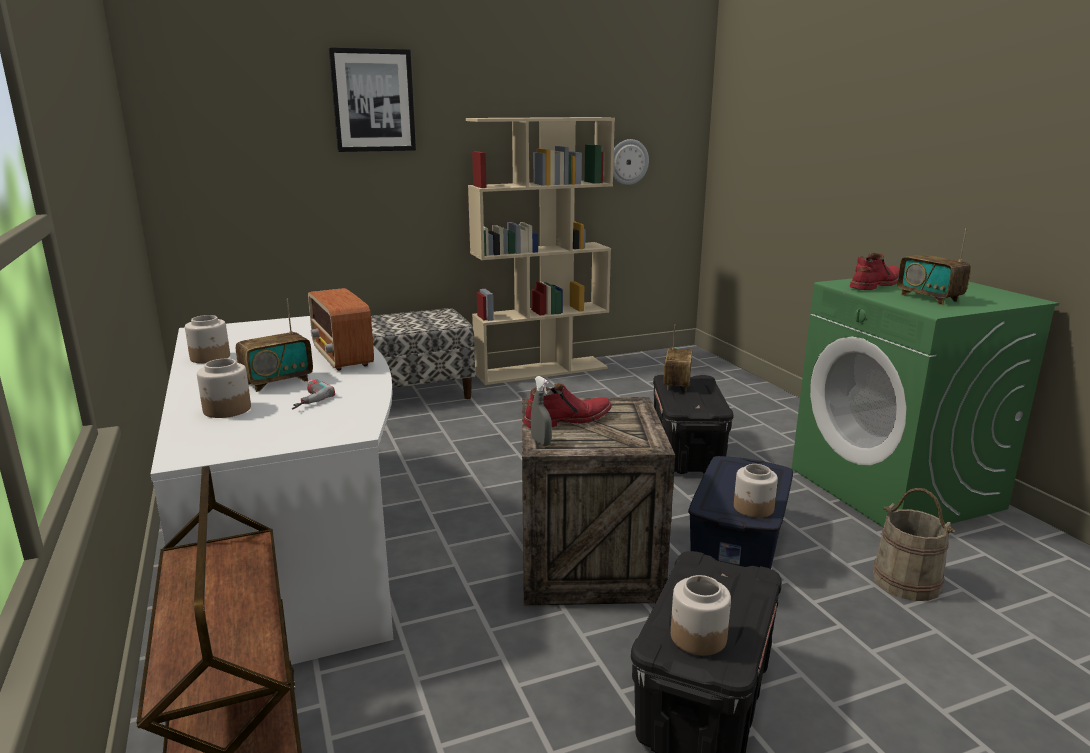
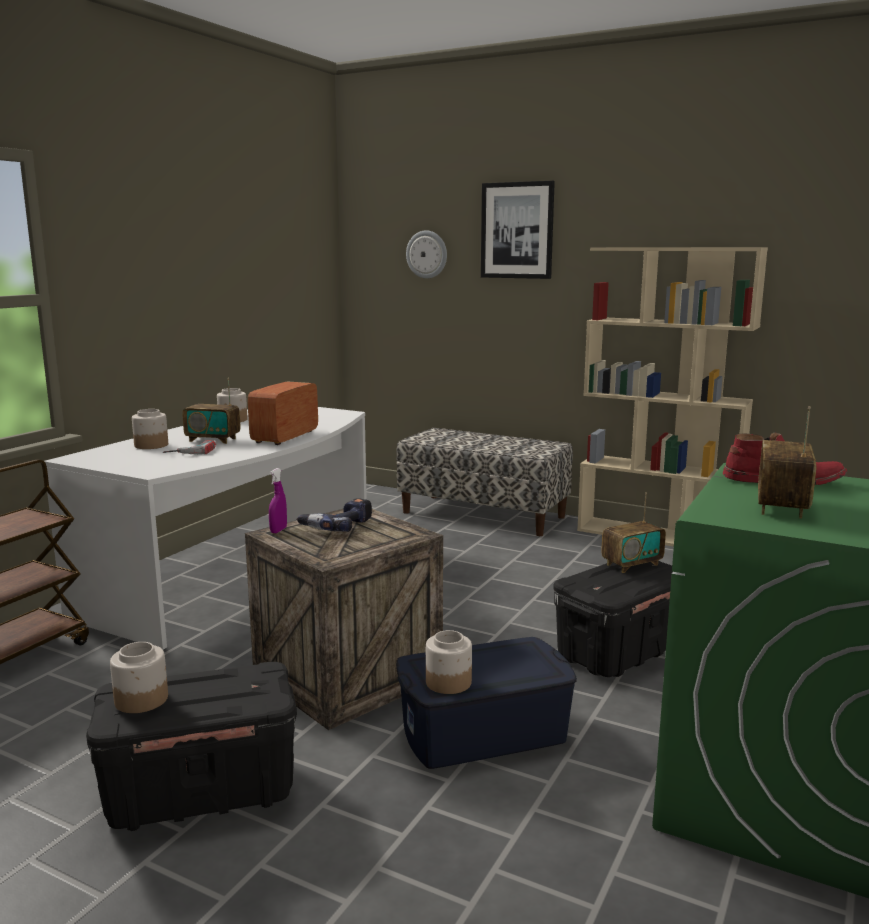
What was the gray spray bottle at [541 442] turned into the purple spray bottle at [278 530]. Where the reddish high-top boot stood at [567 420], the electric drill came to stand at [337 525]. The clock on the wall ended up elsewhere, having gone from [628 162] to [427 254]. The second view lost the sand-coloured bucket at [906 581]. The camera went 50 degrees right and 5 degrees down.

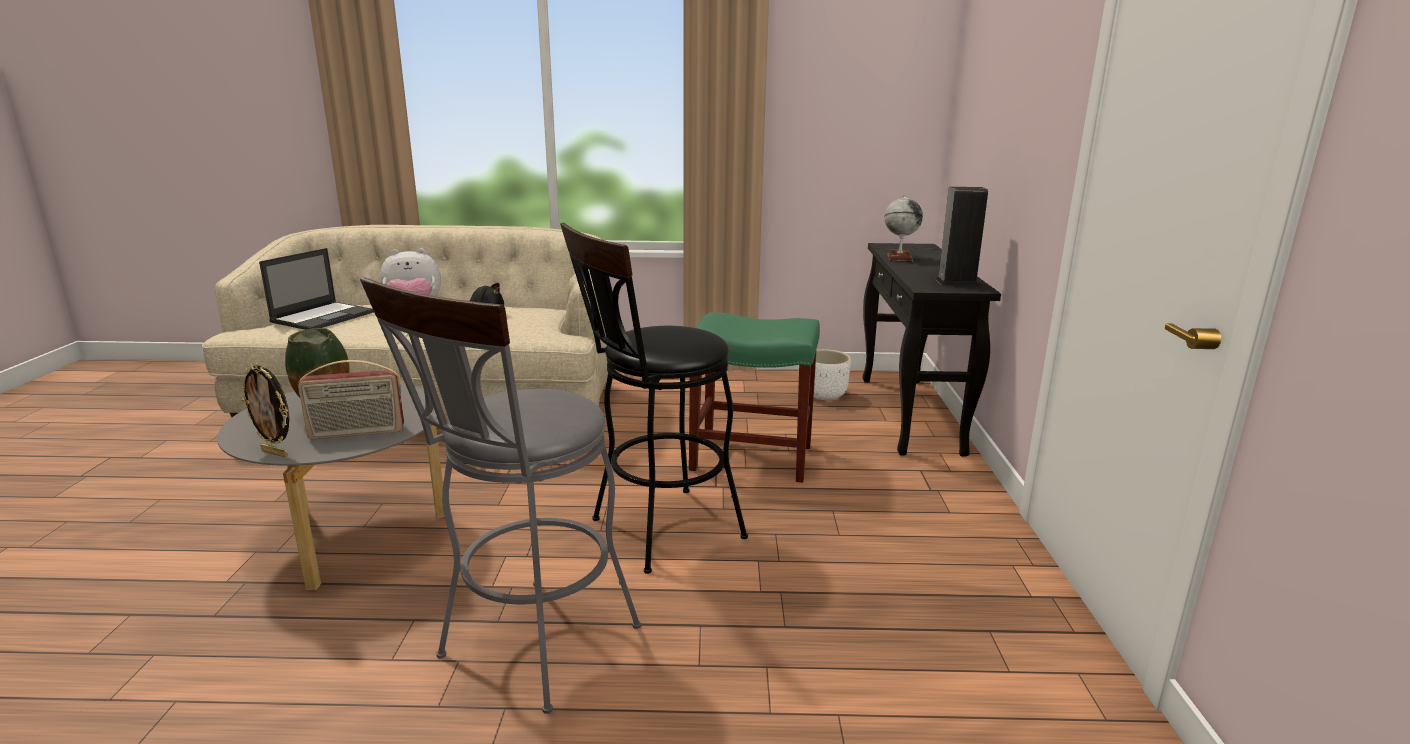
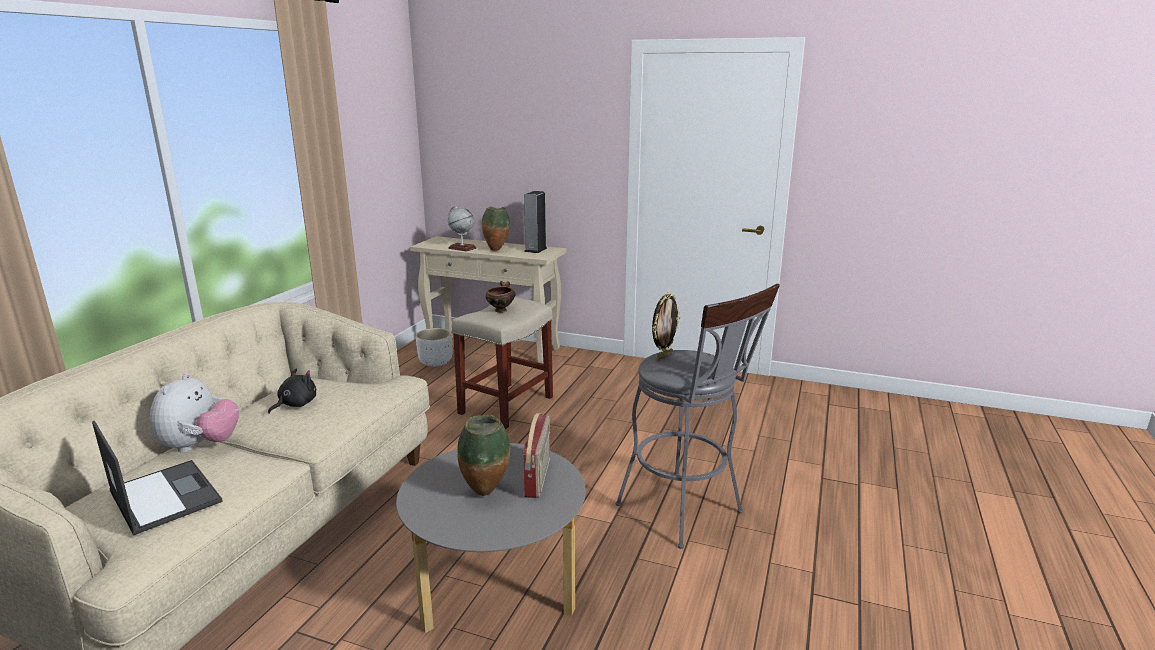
What was the blackish narrow table at [910 415] turned into the sand-coloured narrow table at [493 347]. What was the greenish stool at [753 457] turned into the sand-coloured stool at [507 404]. The second view gained the vase at [496 250]. The second view gained the bowl at [501 310]. The standing frame ended up elsewhere, having gone from [276 453] to [663 356]. The second view lost the blackish stool at [656 532]. The camera went 70 degrees left and 0 degrees up.

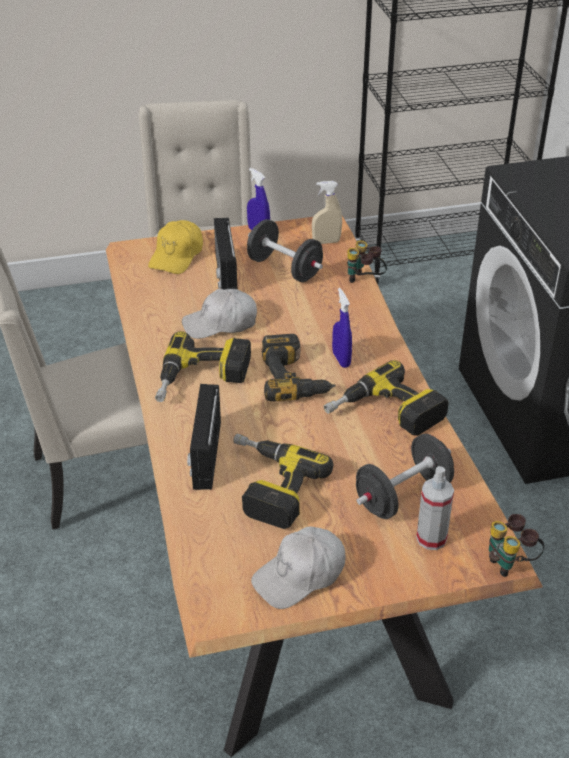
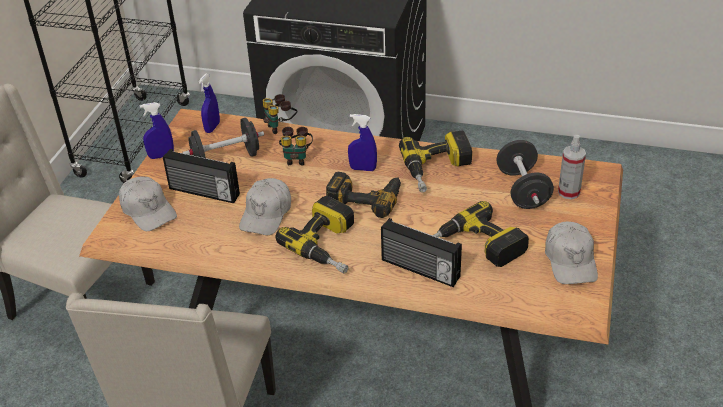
What was the yellowish cap at [177 256] turned into the whitish cap at [148 210]. What was the sand-coloured spray bottle at [326 242] turned into the blue-coloured spray bottle at [212 127]. The field glasses ended up elsewhere, having gone from [510 562] to [296 158]. The camera went 60 degrees left and 0 degrees up.

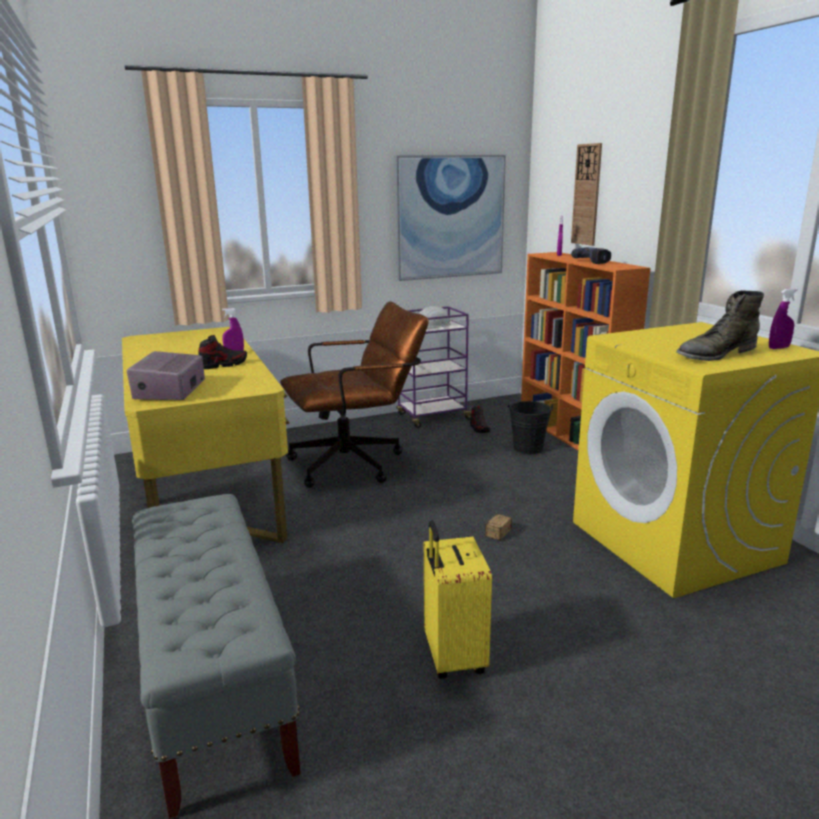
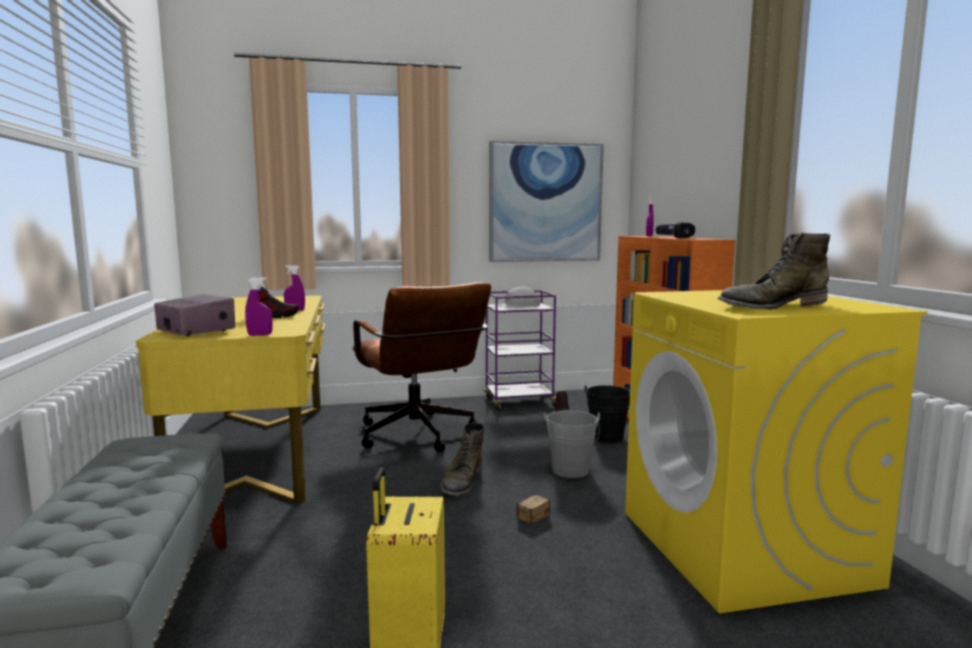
The radio receiver at [169 391] ended up facing another way, 120 degrees clockwise from before. The purple spray bottle ended up elsewhere, having gone from [778 348] to [260 335]. The brown computer chair at [357 463] ended up facing another way, 75 degrees clockwise from before. The second view gained the greenish high-top boot at [462 481]. The second view gained the gray bucket at [571 472]. The second view lost the clock on the wall at [587 195]. The camera went 10 degrees right and 10 degrees down.

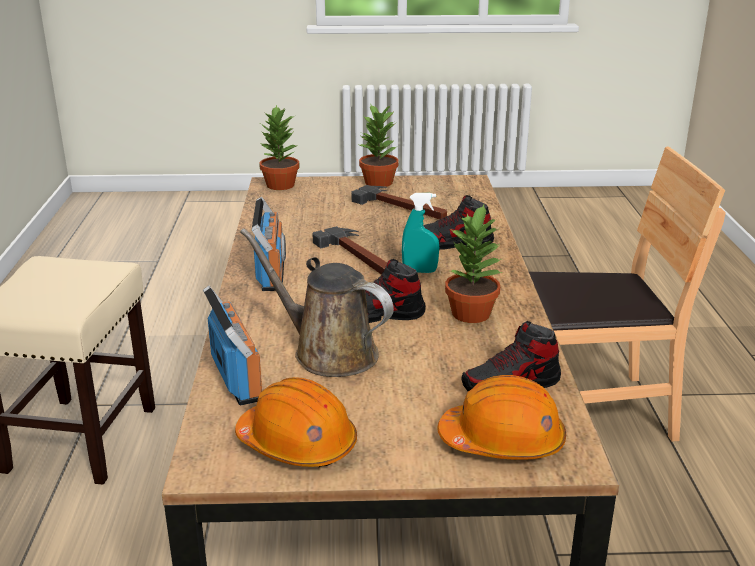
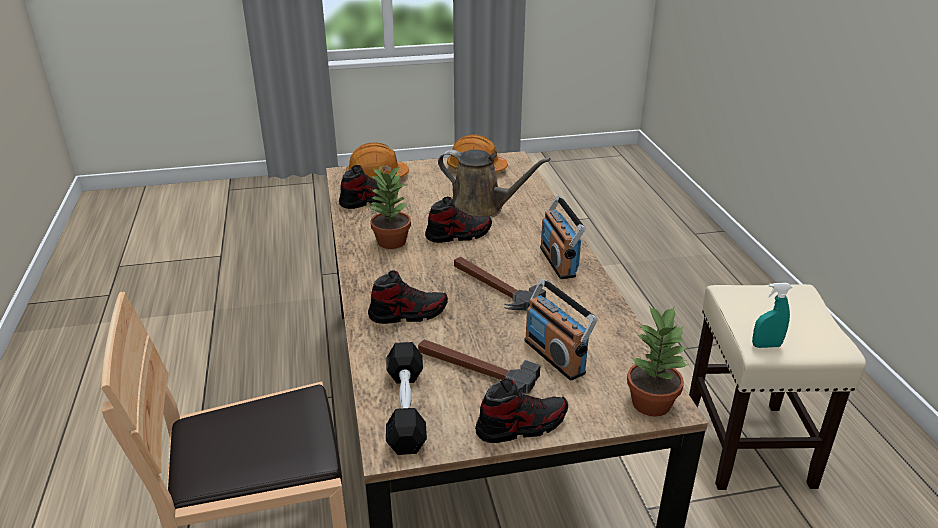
The second view gained the blackish hand weight at [406 408]. Where the houseplant stood at [379 183], the item of footwear came to stand at [521 426]. The radio receiver ended up elsewhere, having gone from [237 379] to [555 356]. The blue-green spray bottle ended up elsewhere, having gone from [419 271] to [766 345]. The camera went 170 degrees right and 5 degrees up.

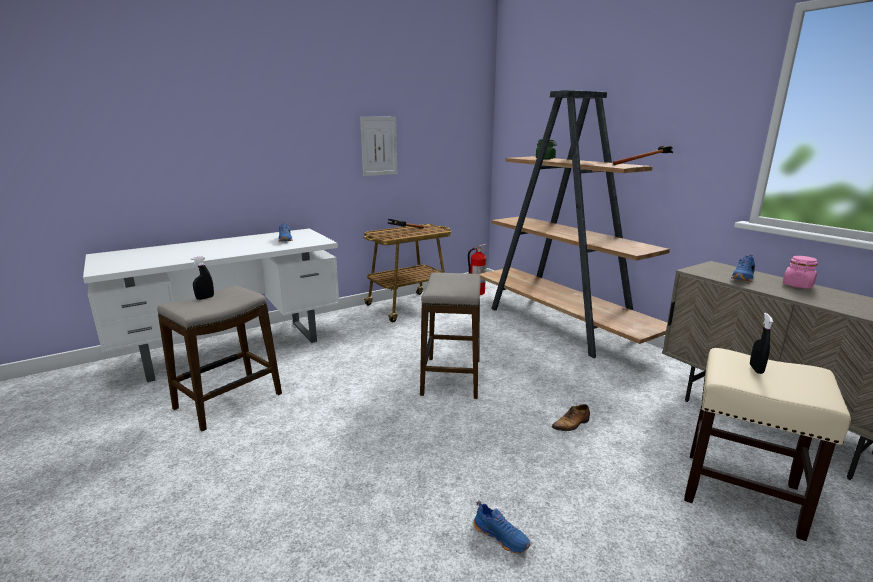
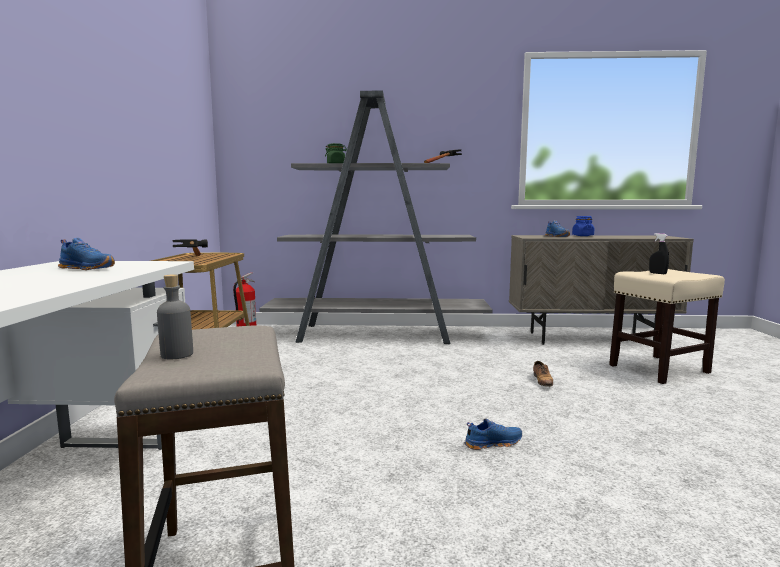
Where the blackish spray bottle stood at [205 298], the gray bottle came to stand at [177 354]. What was the brown shelving unit at [560 325] turned into the gray shelving unit at [377 334]. The blue-coloured item of footwear ended up elsewhere, having gone from [501 536] to [492 443]. What was the pink storage jar at [797 285] turned into the blue-coloured storage jar at [582 235]. The second view lost the wall art at [379 146]. The second view lost the stool at [451 377]. The camera went 55 degrees left and 10 degrees down.

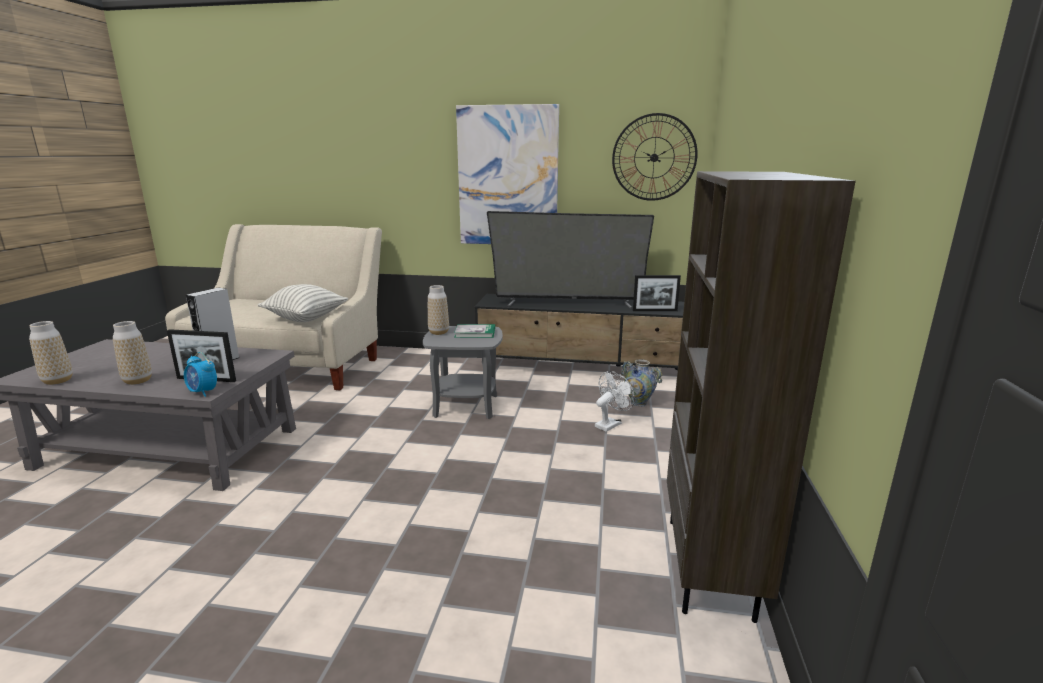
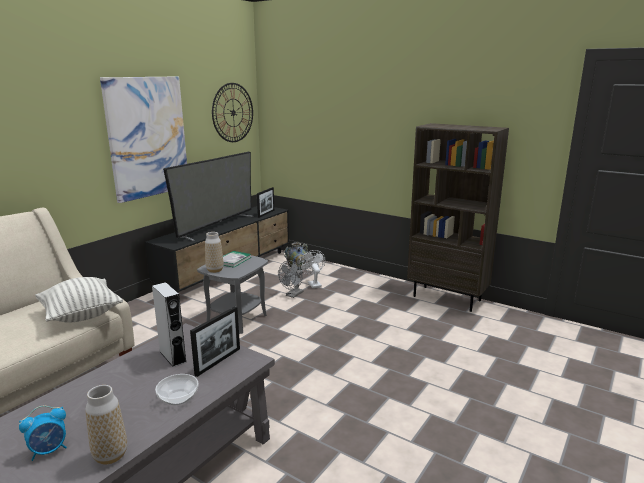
The table clock ended up elsewhere, having gone from [203 392] to [49 450]. Where the vase stood at [138 381], the bowl came to stand at [178 398]. The second view gained the gray cooling fan at [293 295]. The camera went 65 degrees left and 0 degrees up.

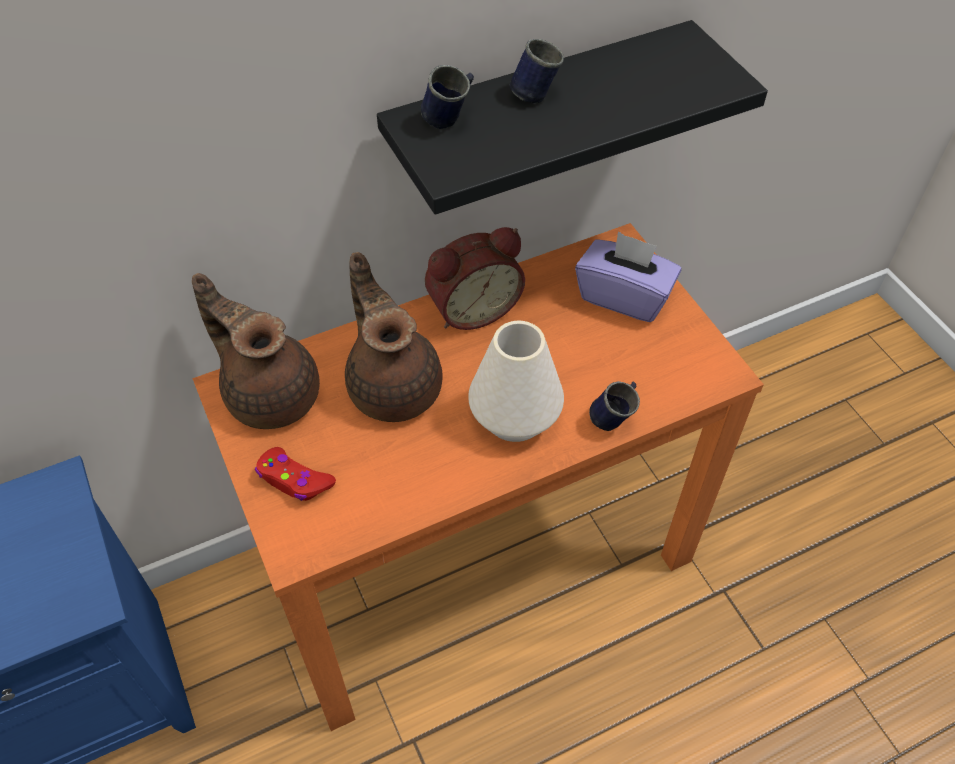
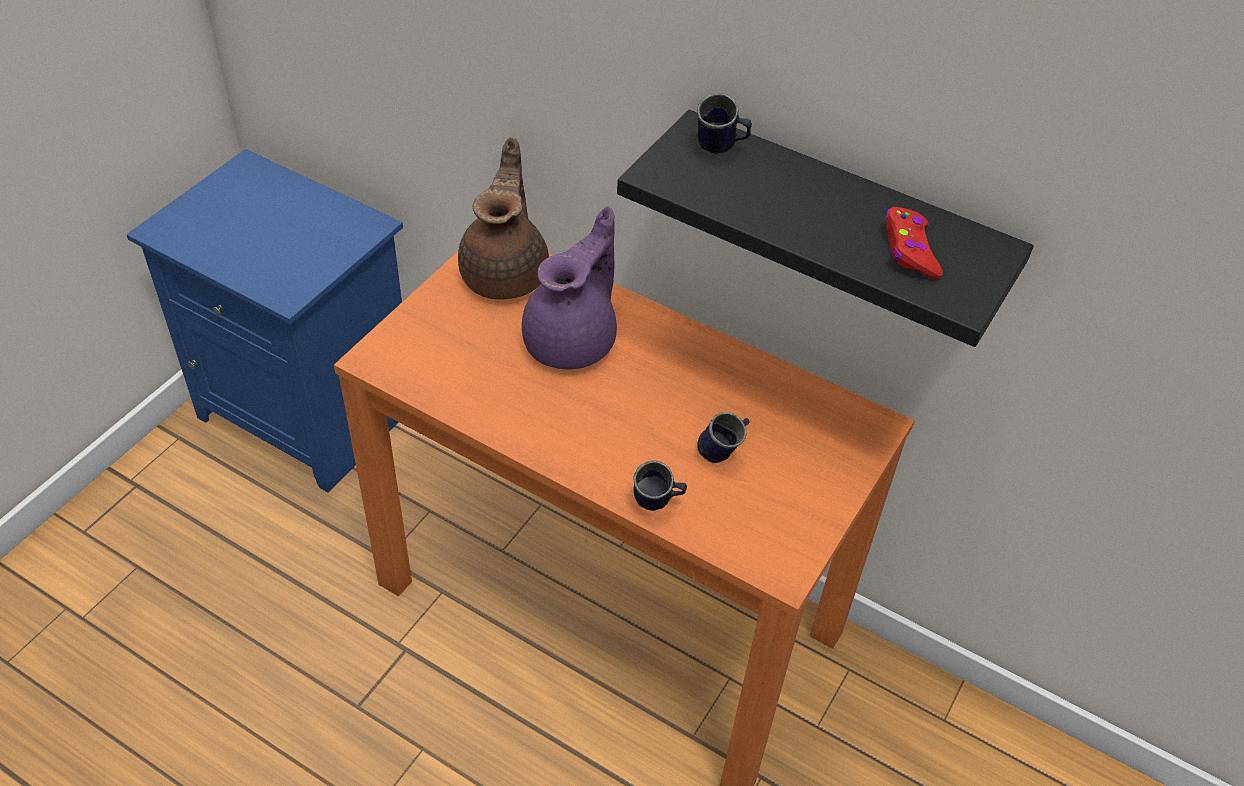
What was the brown tea pot at [394 385] turned into the purple tea pot at [573 341]. The blue-coloured tea mug ended up elsewhere, having gone from [534 91] to [723 452]. The reddish gamepad ended up elsewhere, having gone from [294 480] to [909 250]. The second view lost the table clock at [472 308]. The second view lost the whitish vase at [514 417]. The second view lost the purple box of tissues at [624 296]. The camera went 55 degrees right and 5 degrees down.

